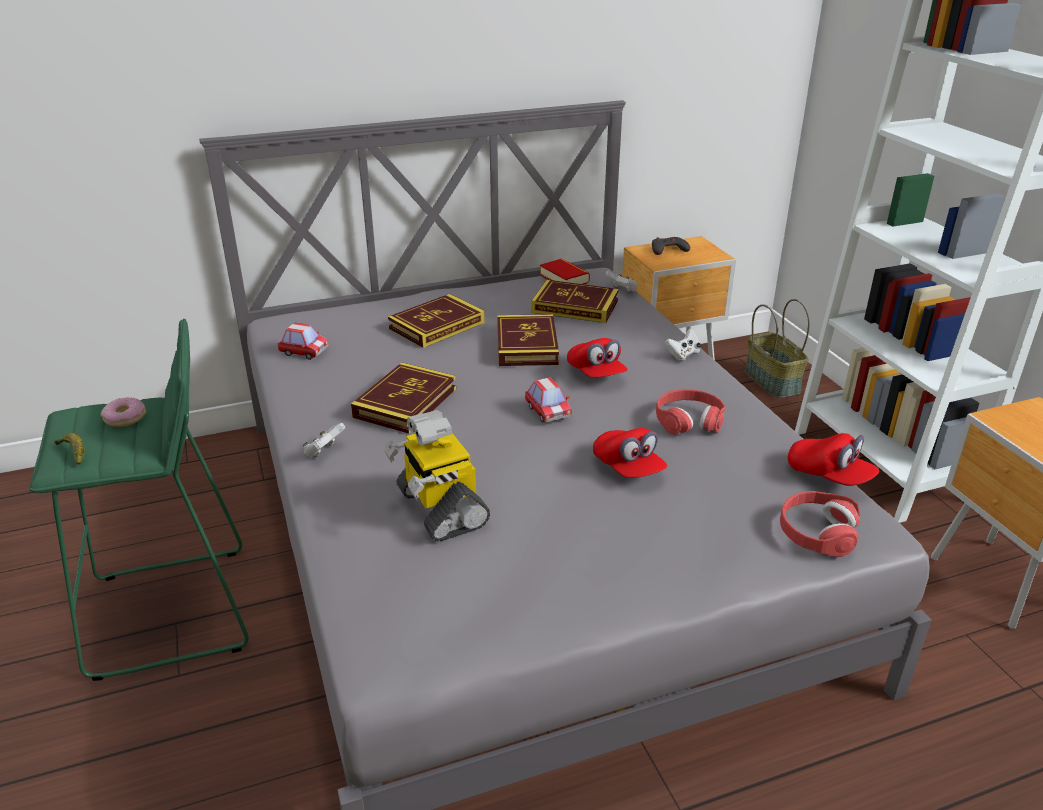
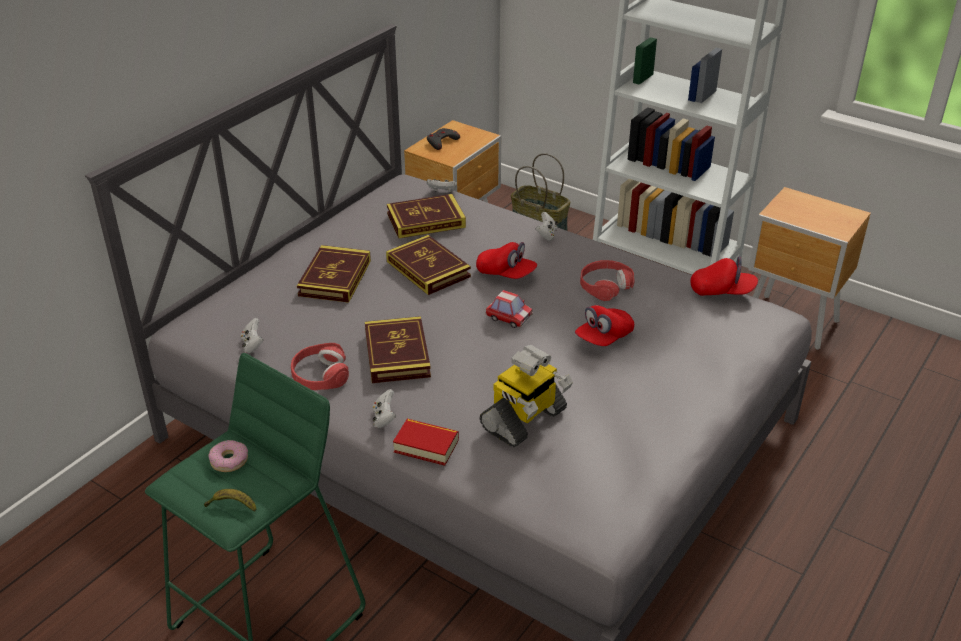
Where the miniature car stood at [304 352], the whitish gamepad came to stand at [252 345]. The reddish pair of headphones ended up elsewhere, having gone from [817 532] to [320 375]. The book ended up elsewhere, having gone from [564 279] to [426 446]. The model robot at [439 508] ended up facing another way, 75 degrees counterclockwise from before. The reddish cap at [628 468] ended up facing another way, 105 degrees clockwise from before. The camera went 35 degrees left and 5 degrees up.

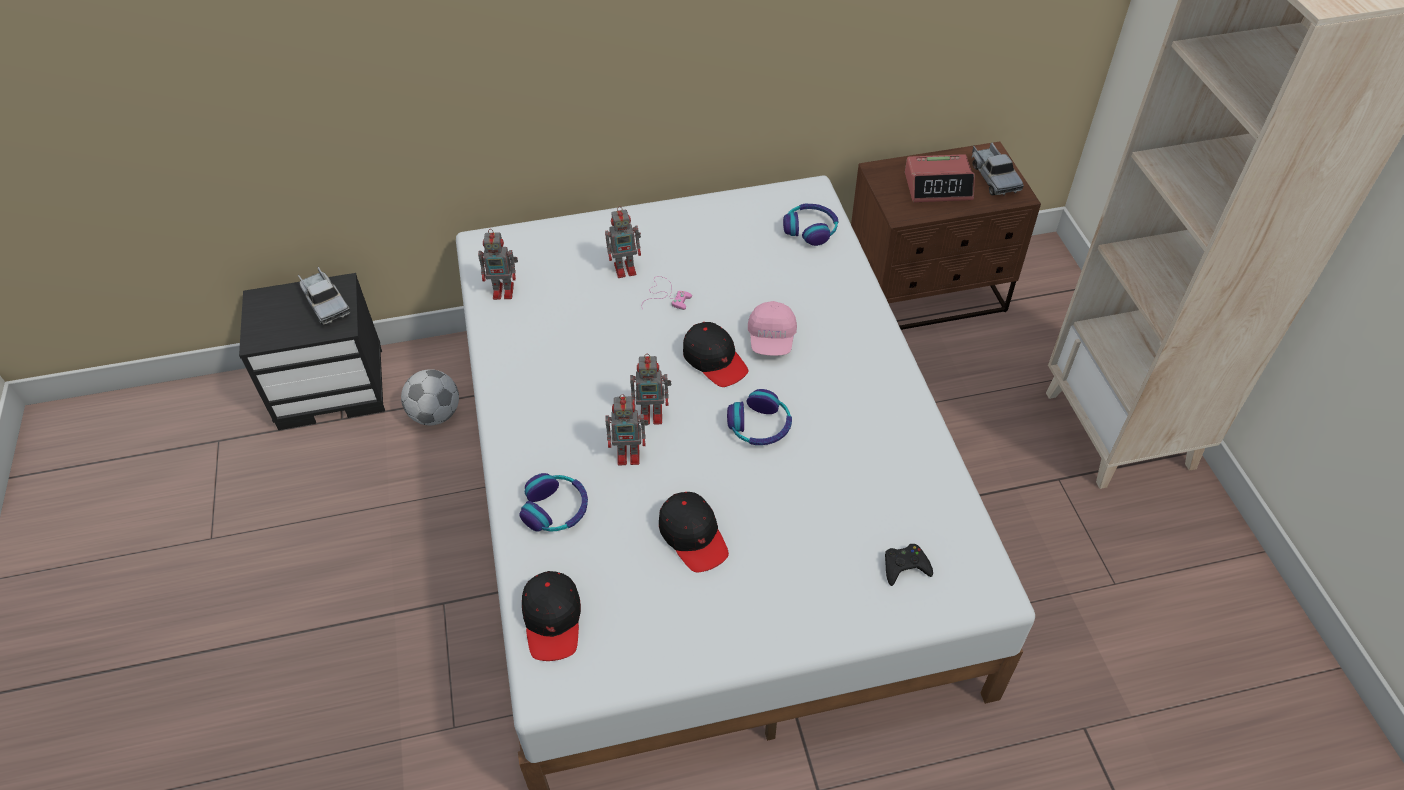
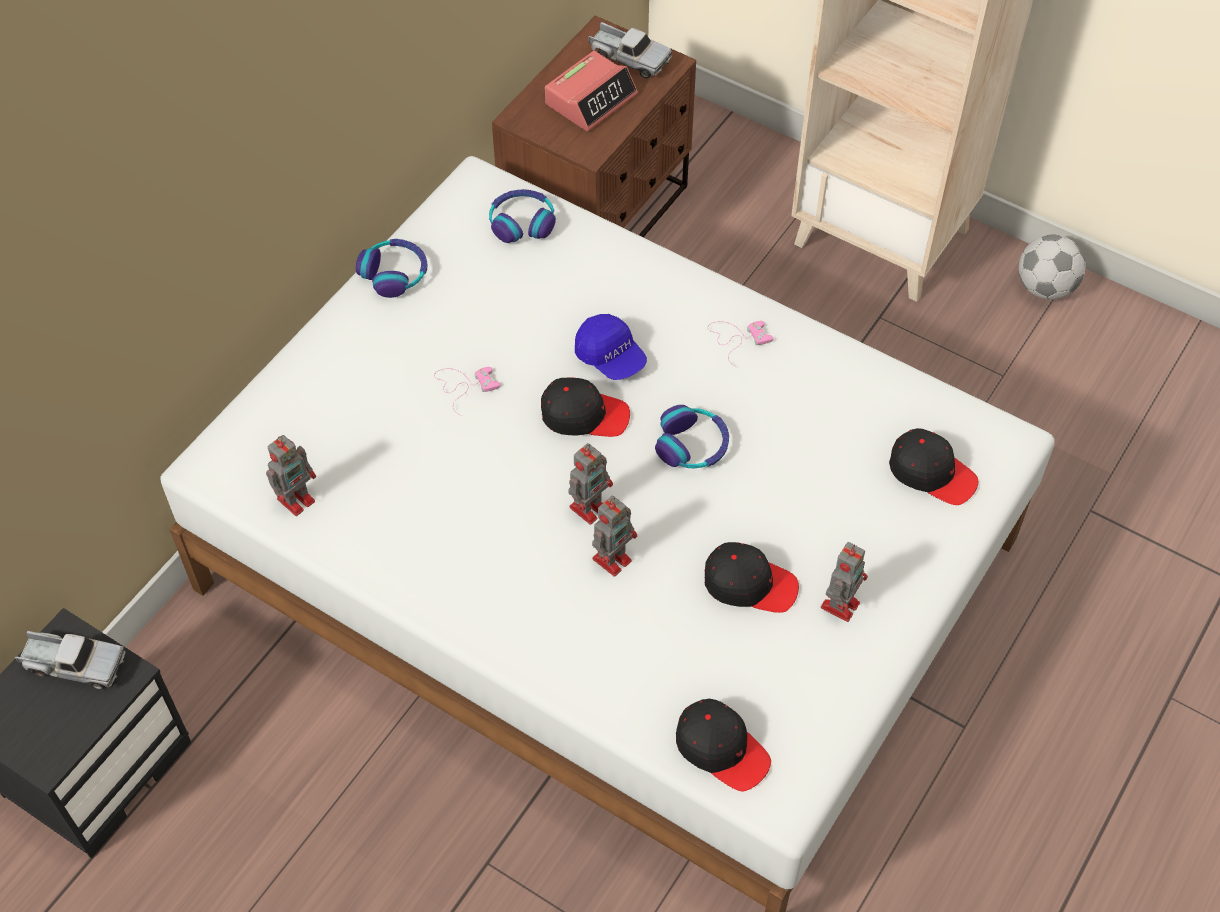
The pair of headphones ended up elsewhere, having gone from [556 509] to [394 273]. What was the pink cap at [771 339] turned into the blue-coloured cap at [610 357]. The second view gained the pink gamepad at [737 338]. The model robot ended up elsewhere, having gone from [626 268] to [841 603]. Where the blackish gamepad stood at [905 567], the blackish cap came to stand at [931 473]. The football ended up elsewhere, having gone from [436 414] to [1044 287]. The camera went 45 degrees left and 5 degrees up.

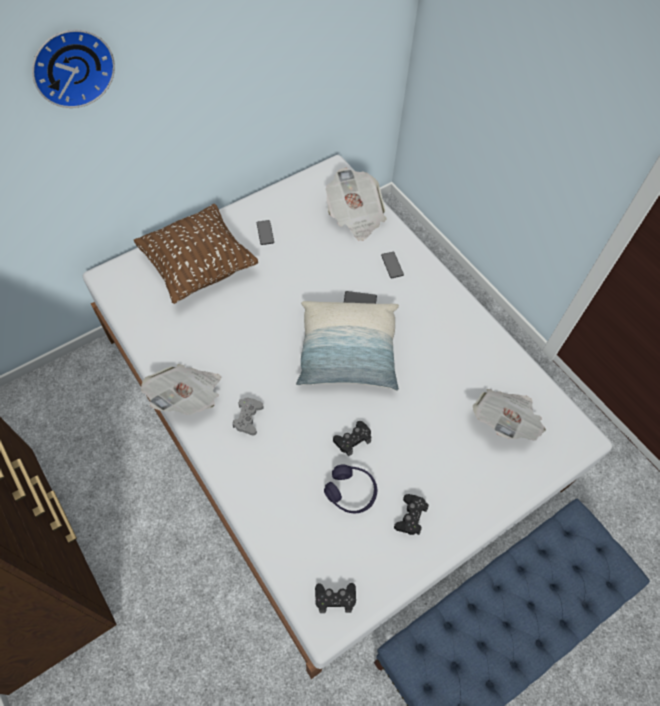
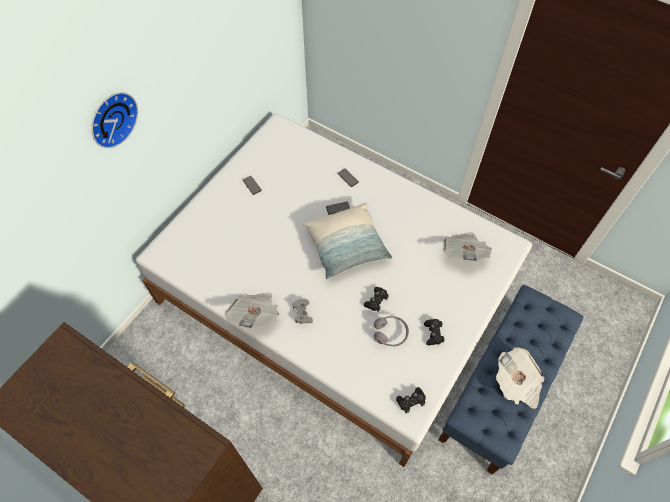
What was the purple pair of headphones at [351 492] turned into the gray pair of headphones at [390 333]. The newspaper ended up elsewhere, having gone from [355 216] to [517 383]. The second view lost the brown throw pillow at [199 267]. The camera went 20 degrees left and 0 degrees up.

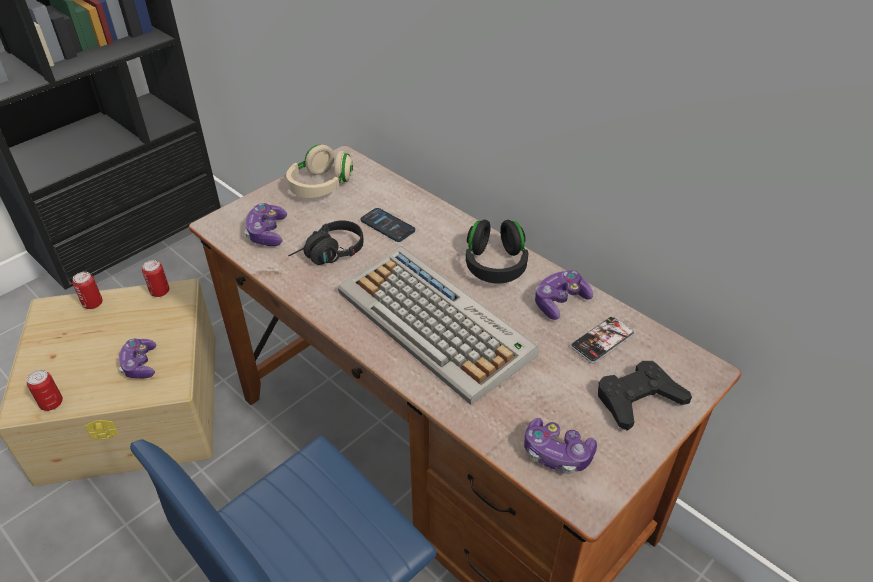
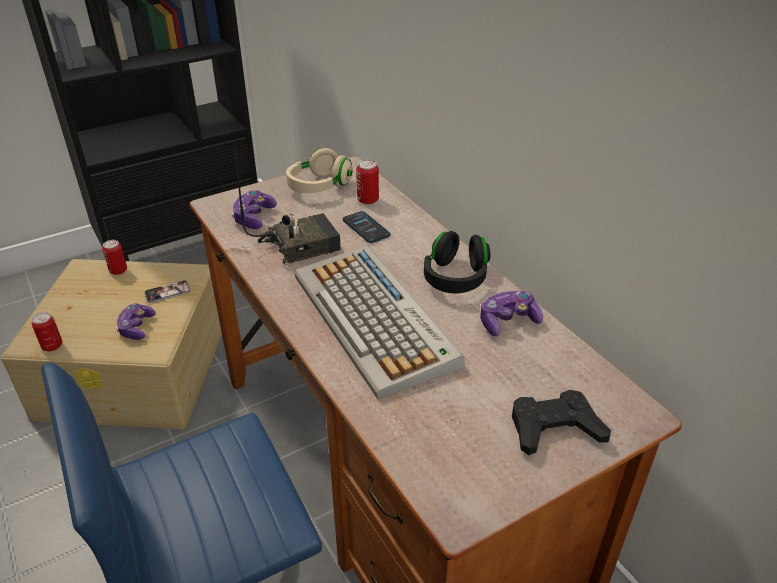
The telephone ended up elsewhere, having gone from [602 340] to [167 292]. Where the blackish pair of headphones stood at [328 255], the radio receiver came to stand at [300 244]. The can ended up elsewhere, having gone from [160 292] to [368 200]. The second view lost the gamepad at [556 453]. The camera went 15 degrees right and 5 degrees down.

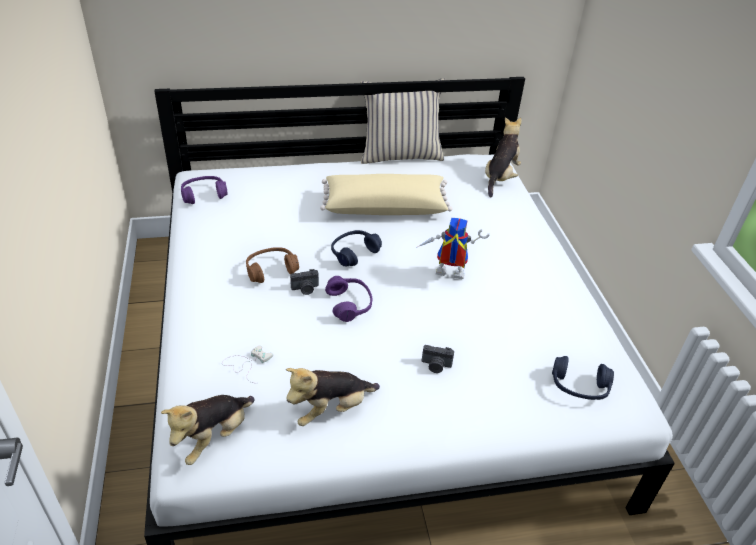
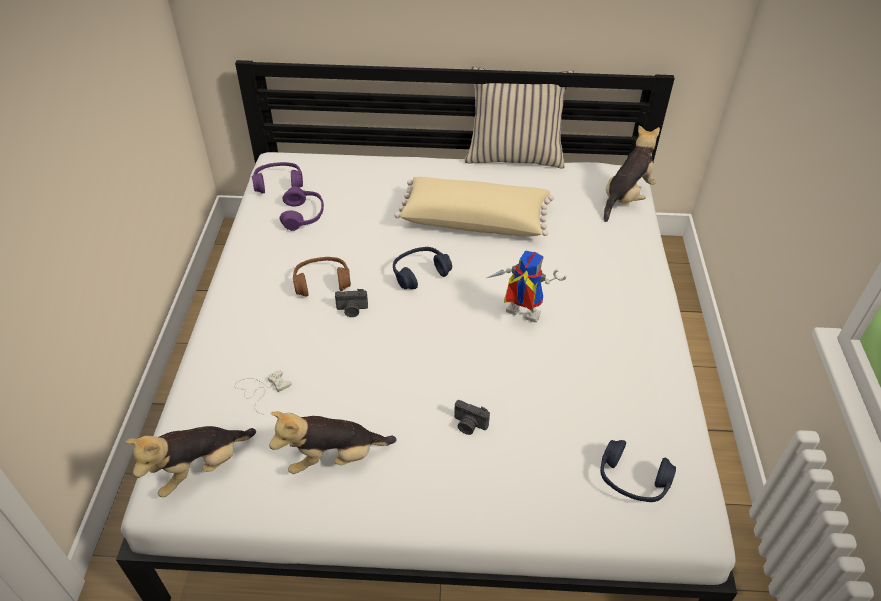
The purple pair of headphones ended up elsewhere, having gone from [349 304] to [303 216]. The camera went 15 degrees right and 5 degrees up.

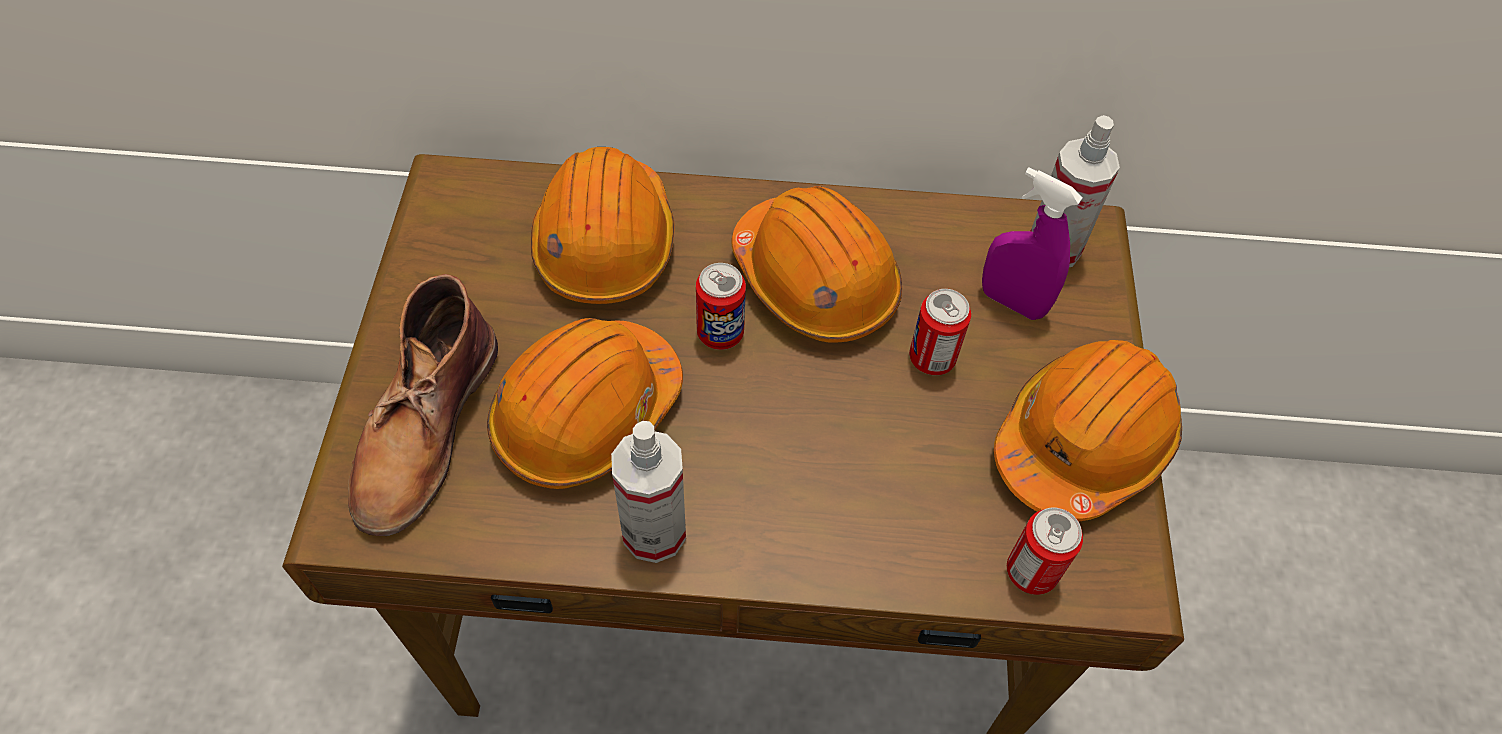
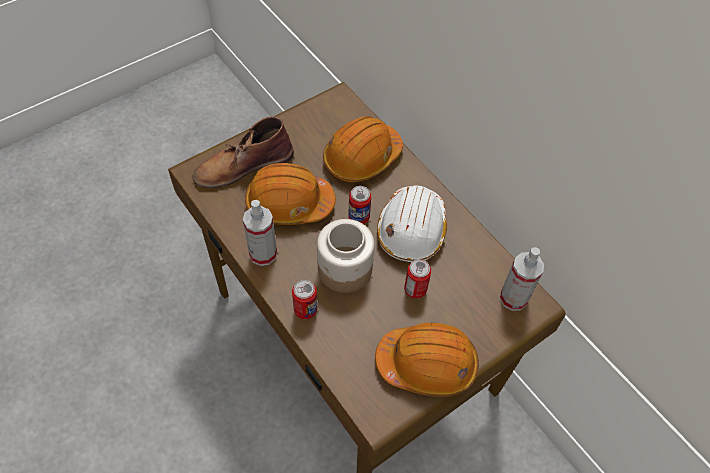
The can ended up elsewhere, having gone from [1031 571] to [305 310]. The second view gained the storage jar at [345 270]. What was the orange-coloured hard hat at [815 281] turned into the whitish hard hat at [411 230]. The second view lost the purple spray bottle at [1012 302]. The camera went 50 degrees right and 0 degrees up.

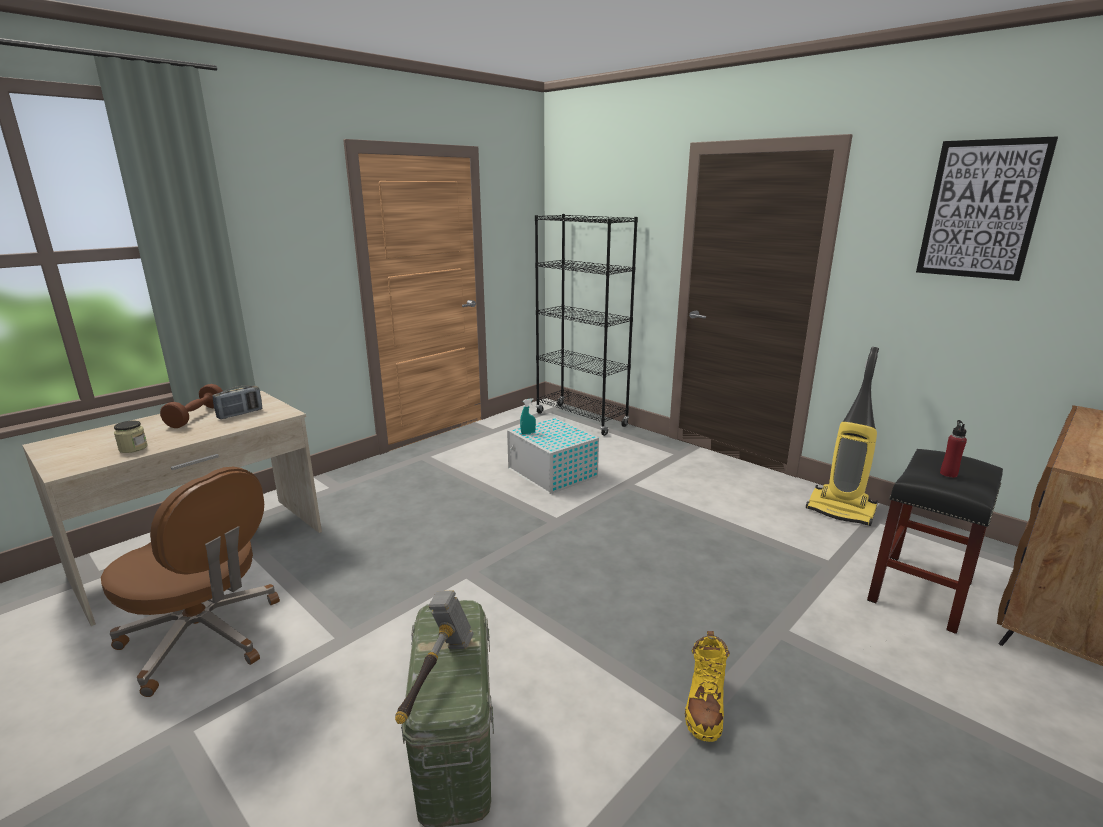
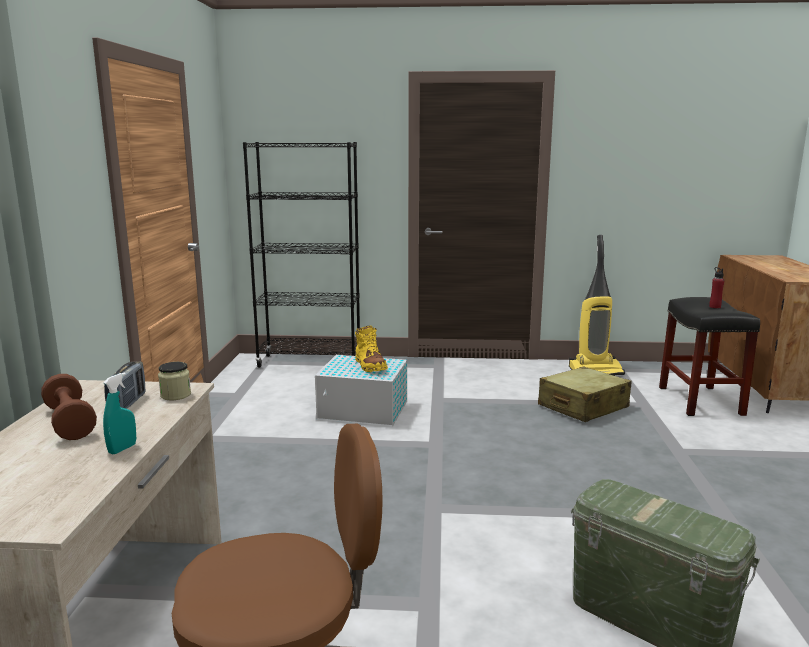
The blue-green spray bottle ended up elsewhere, having gone from [528 433] to [122 449]. The storage jar ended up elsewhere, having gone from [133 448] to [175 395]. The yellowish high-top boot ended up elsewhere, having gone from [705 706] to [370 366]. The second view gained the sand-coloured suitcase at [582 407]. The second view lost the tool hammer at [435 677]. The second view lost the wall art at [981 210]. The camera went 40 degrees left and 5 degrees down.

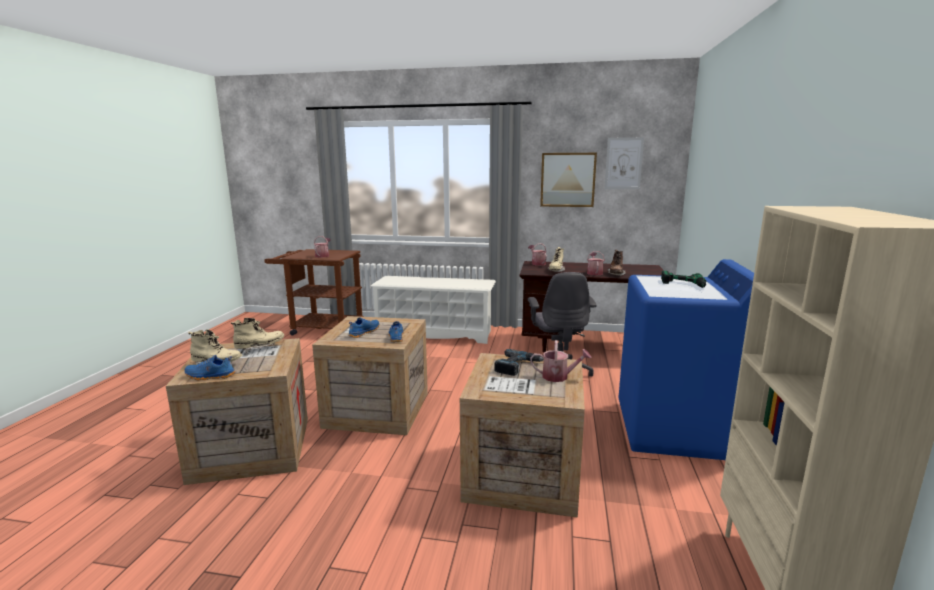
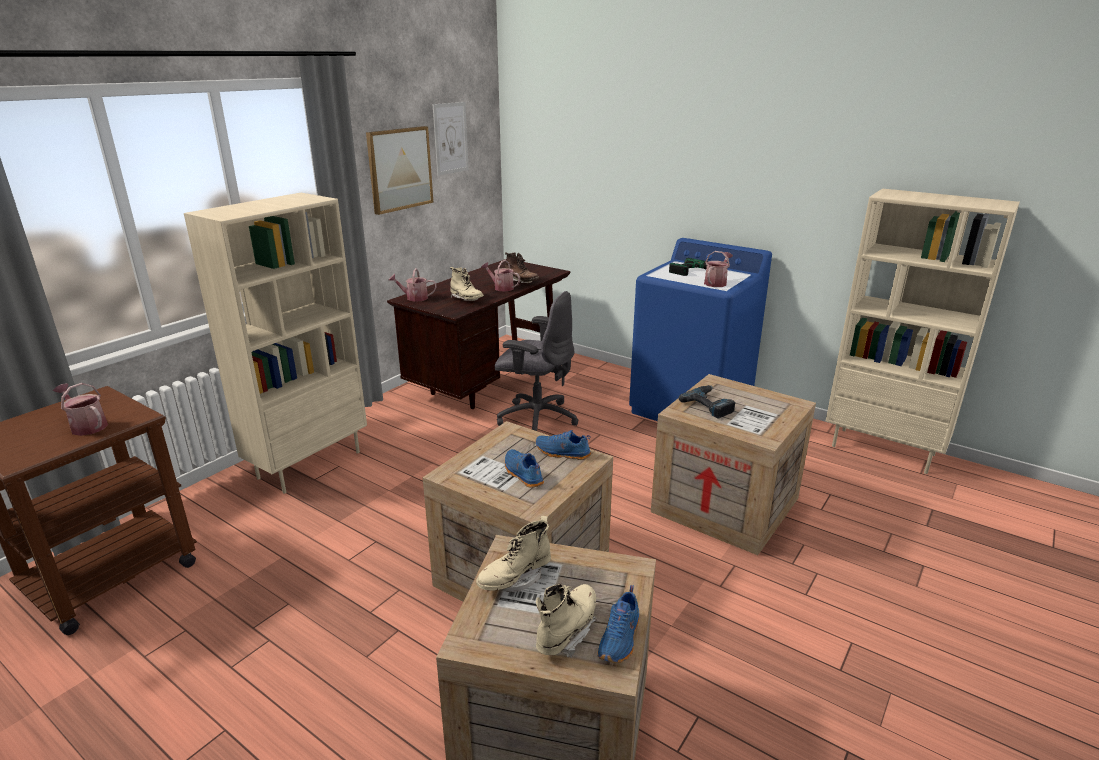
Where the whitish shoe rack stood at [435 333], the sand-coloured shelving unit came to stand at [309 464]. The sand-coloured high-top boot at [260 348] ended up facing another way, 120 degrees counterclockwise from before. The watering pot ended up elsewhere, having gone from [559 376] to [716 282]. The camera went 65 degrees left and 10 degrees up.

